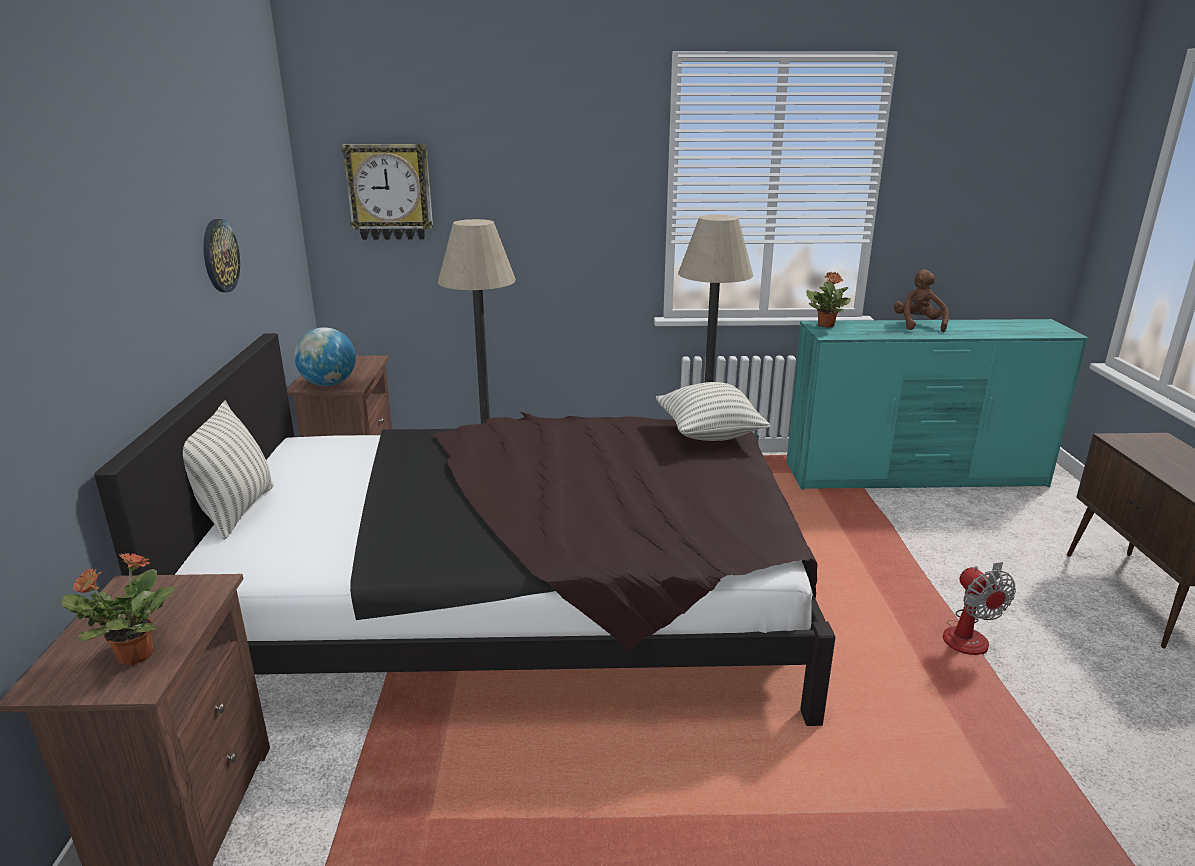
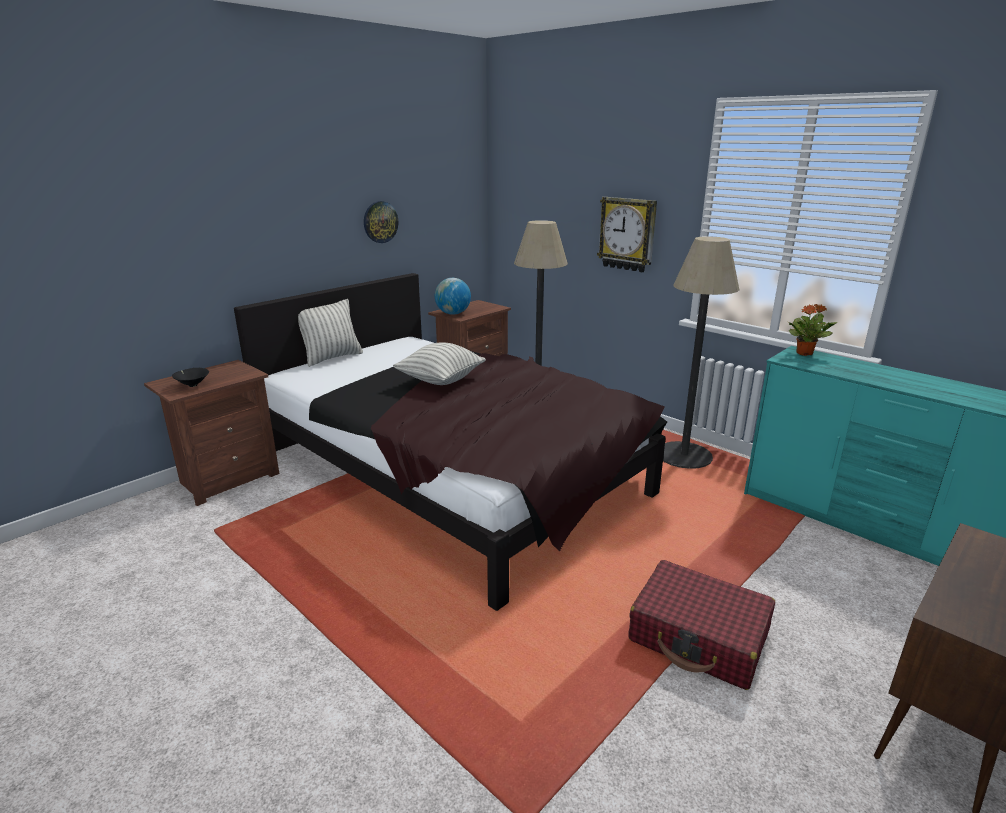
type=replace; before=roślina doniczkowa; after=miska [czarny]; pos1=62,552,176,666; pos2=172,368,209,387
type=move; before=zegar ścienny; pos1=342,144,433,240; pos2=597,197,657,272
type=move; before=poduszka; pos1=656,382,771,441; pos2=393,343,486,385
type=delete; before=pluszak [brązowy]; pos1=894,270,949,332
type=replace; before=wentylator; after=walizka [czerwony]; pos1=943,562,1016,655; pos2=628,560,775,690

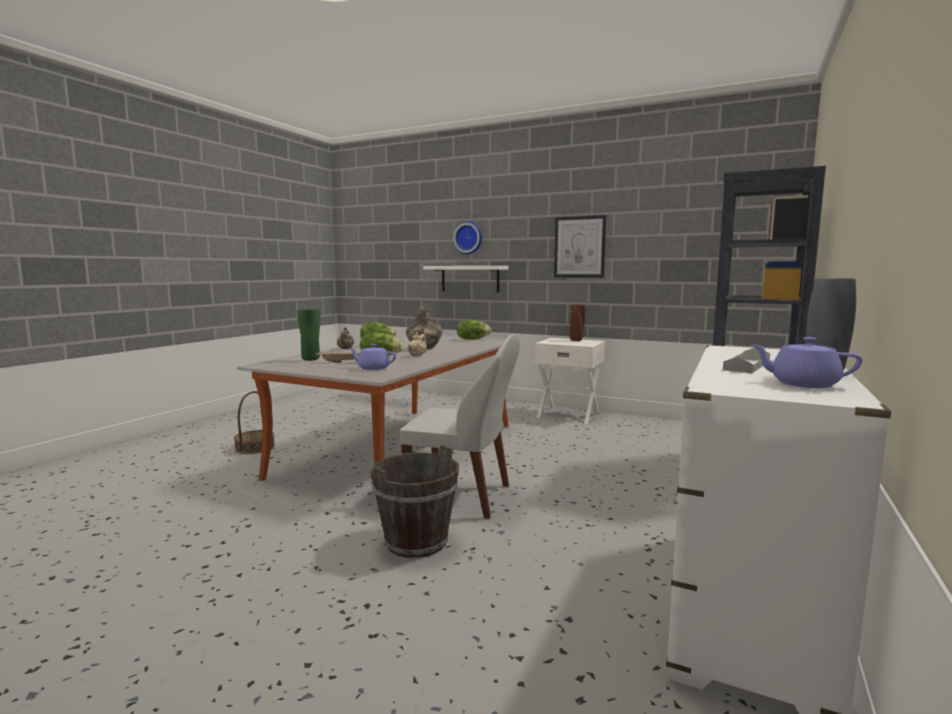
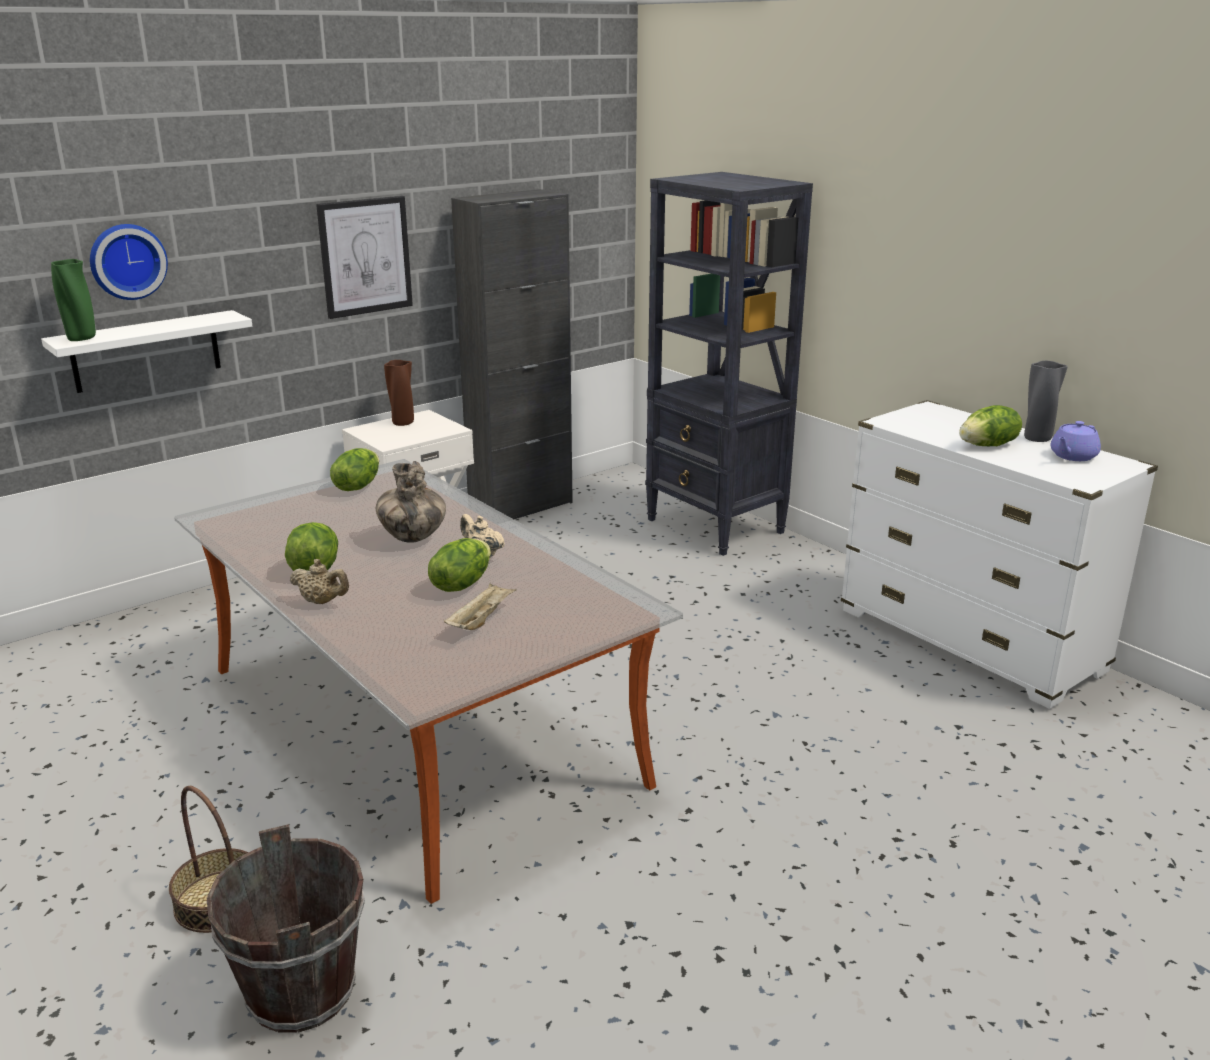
type=move; before=wazon [zielony]; pos1=297,309,320,361; pos2=51,259,96,341
type=delete; before=imbryk [fioletowy]; pos1=349,344,396,370
type=move; before=wiadro [brązowy]; pos1=370,445,459,558; pos2=207,824,365,1033
type=delete; before=krzesło [biały]; pos1=400,335,520,519
type=replace; before=taca [szary]; after=sałata; pos1=723,348,770,373; pos2=959,405,1022,446
type=insert; after=szafka [czarny]; pos2=451,189,573,519

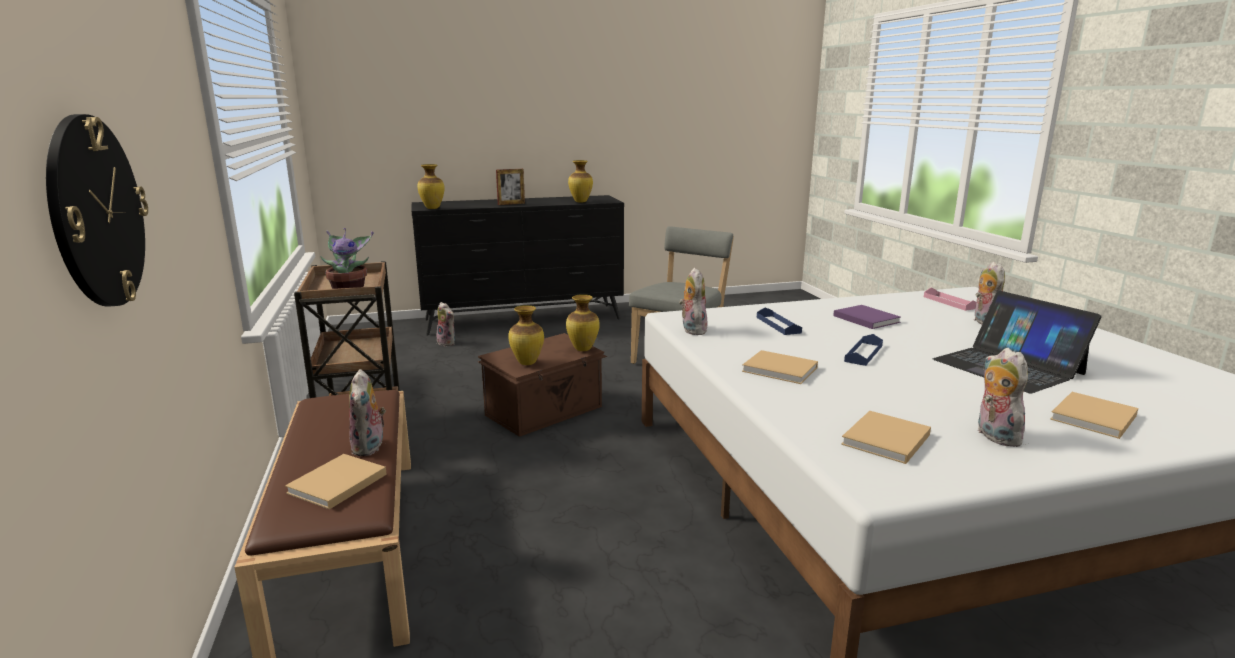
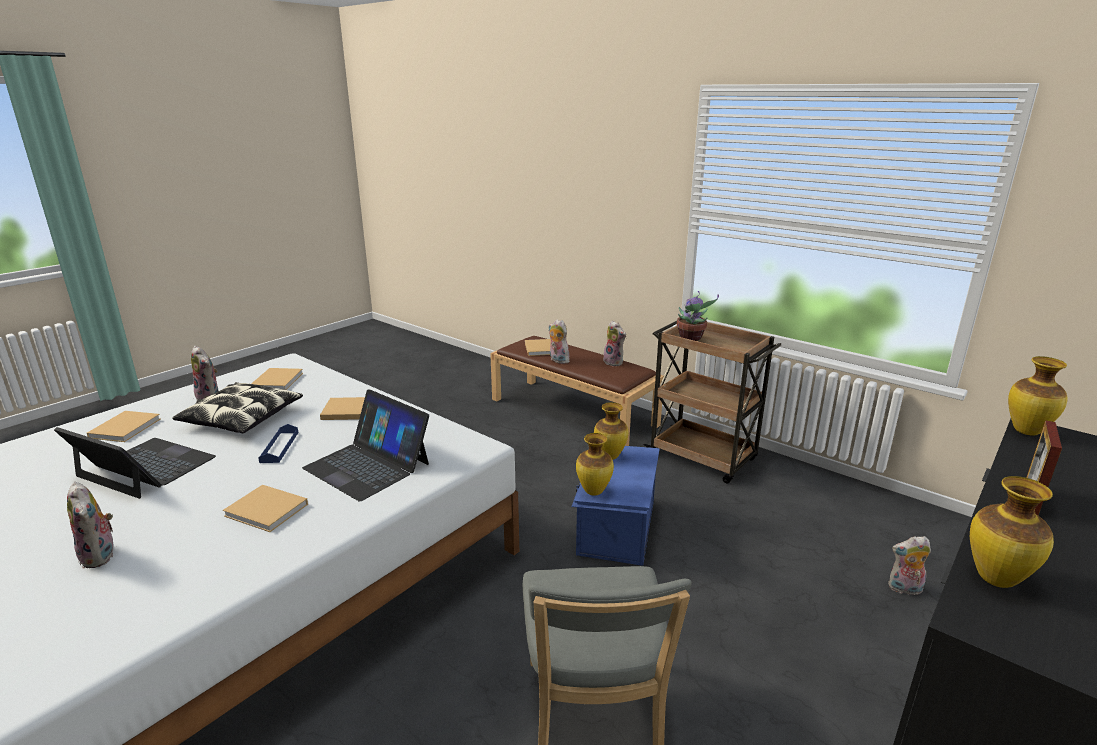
type=delete; before=zegar ścienny; pos1=46,114,148,306
type=recolor; before=pojemnik do przechowywania [brązowy]; after=pojemnik do przechowywania [niebieski]; pos1=478,333,607,437; pos2=571,446,660,566
type=move; before=pluszak; pos1=679,267,708,335; pos2=603,321,626,367
type=replace; before=taca [niebieski]; after=laptop; pos1=757,307,802,335; pos2=302,390,429,501
type=recolor; before=książka [fioletowy]; after=książka [beżowy]; pos1=833,305,900,329; pos2=223,485,308,532
type=delete; before=taca [różowy]; pos1=924,288,976,311
type=insert; after=poduszka; pos2=172,382,303,433

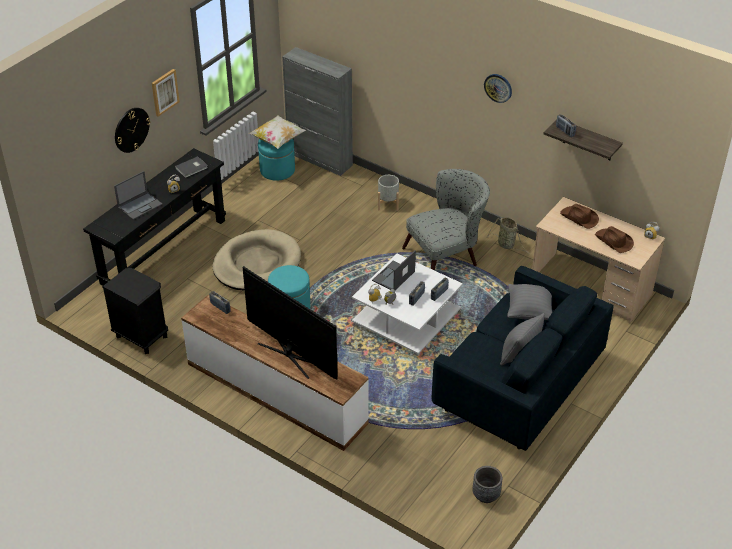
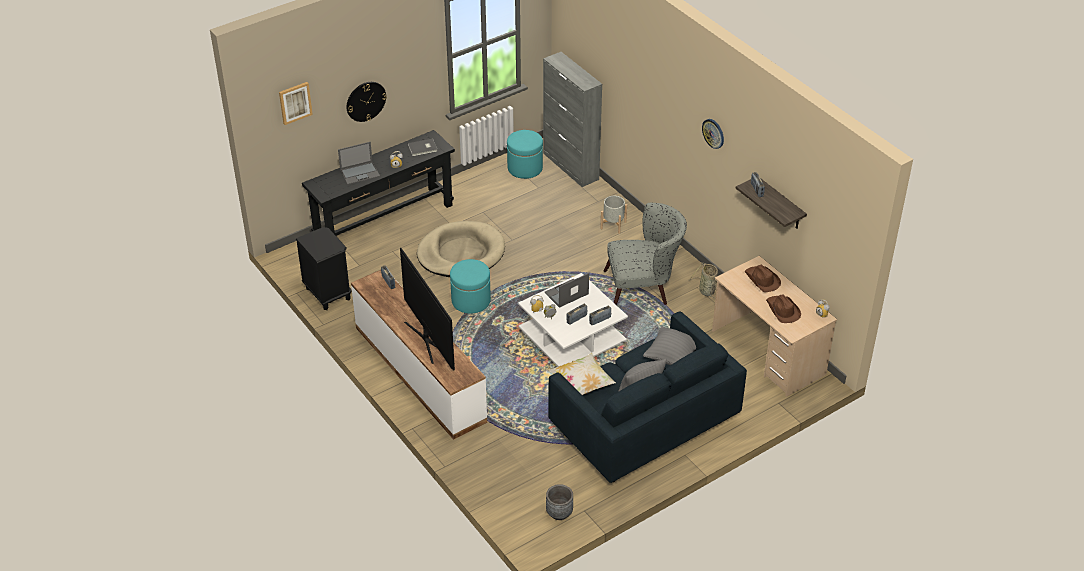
type=move; before=obraz; pos1=152,69,180,117; pos2=279,82,313,125
type=move; before=poduszka; pos1=249,116,306,149; pos2=548,353,616,395

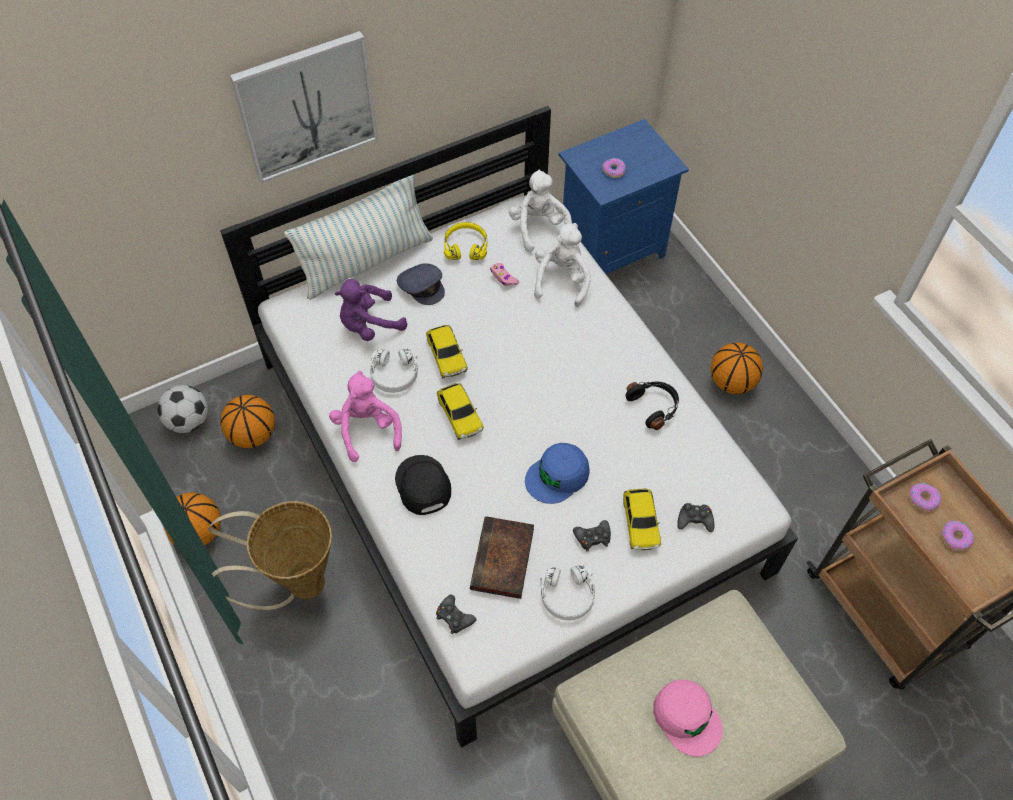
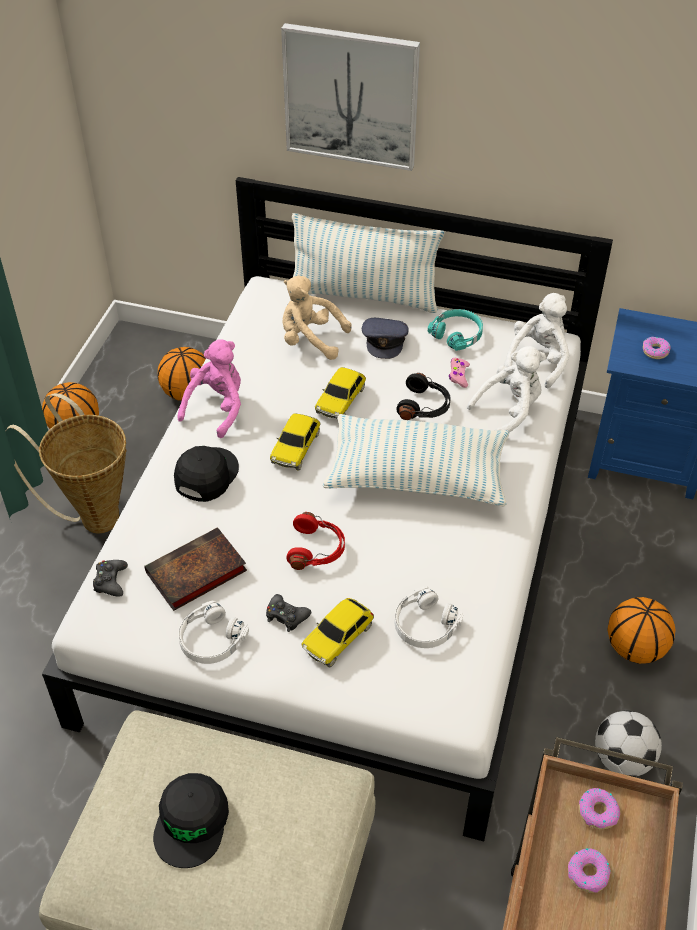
type=move; before=piłka futbolowa; pos1=157,385,208,433; pos2=595,711,662,777
type=recolor; before=pluszak [fioletowy]; after=pluszak [beżowy]; pos1=335,279,407,341; pos2=282,276,351,360
type=move; before=słuchawki [biały]; pos1=370,348,417,393; pos2=395,586,463,648
type=recolor; before=słuchawki [żółty]; after=słuchawki [turkusowy]; pos1=444,222,487,260; pos2=428,309,483,351
type=replace; before=czapka z daszkiem [niebieski]; after=słuchawki [czerwony]; pos1=525,443,590,504; pos2=286,512,345,570
type=move; before=słuchawki [czarny]; pos1=626,381,679,430; pos2=396,373,451,420
type=recolor; before=czapka z daszkiem [różowy]; after=czapka z daszkiem [czarny]; pos1=653,680,723,757; pos2=153,773,229,868
type=delete; before=pad do gier [czarny]; pos1=677,503,714,532
type=insert; after=poduszka; pos2=323,414,509,506

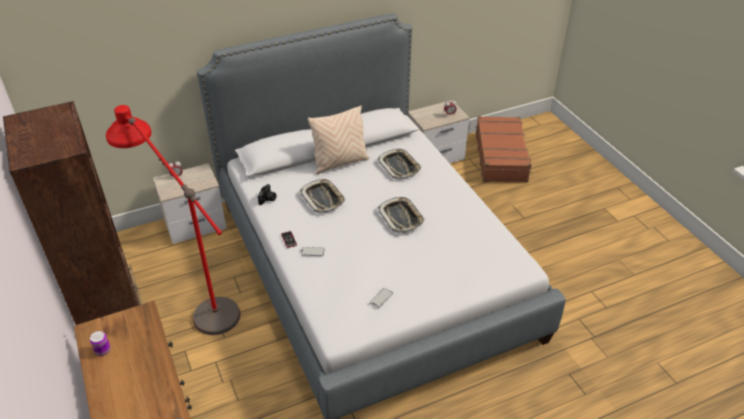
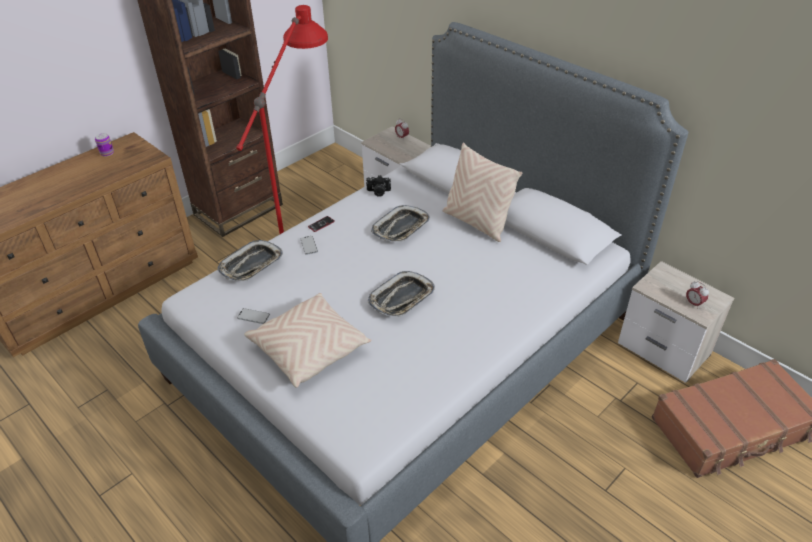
type=move; before=taca; pos1=378,149,422,180; pos2=217,240,283,281
type=insert; after=poduszka [beżowy]; pos2=244,293,371,388

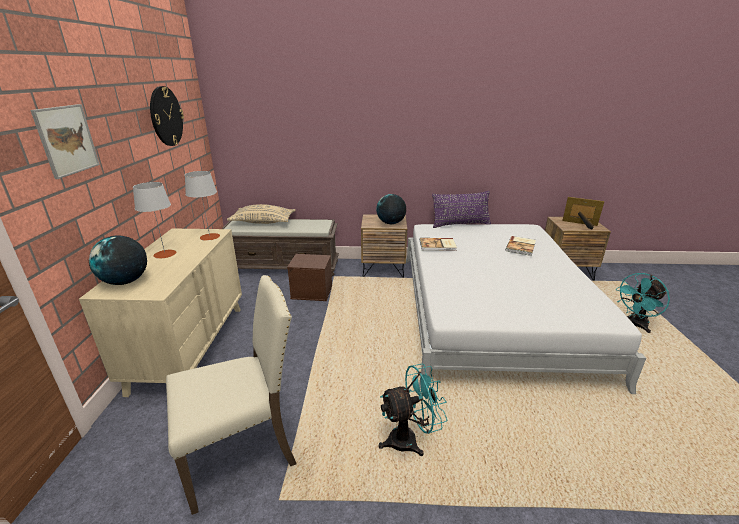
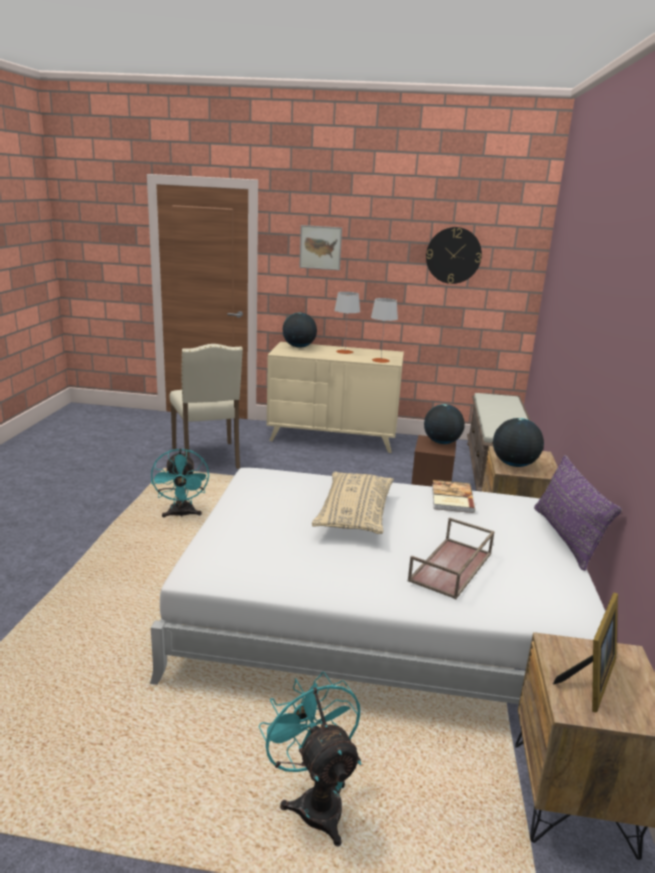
type=move; before=poduszka [beżowy]; pos1=227,204,295,224; pos2=312,472,394,534
type=replace; before=książka; after=taca [brązowy]; pos1=505,236,536,256; pos2=408,517,495,599
type=insert; after=globus; pos2=424,404,465,444

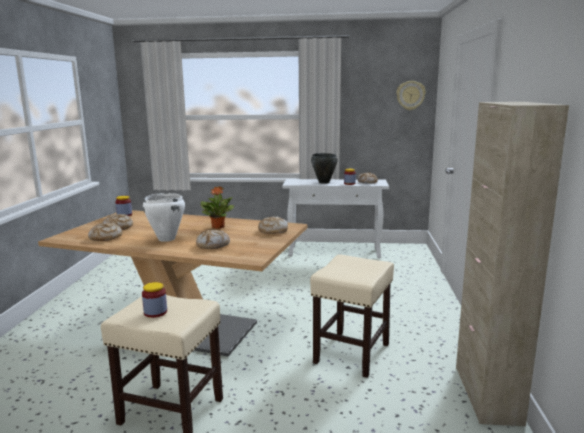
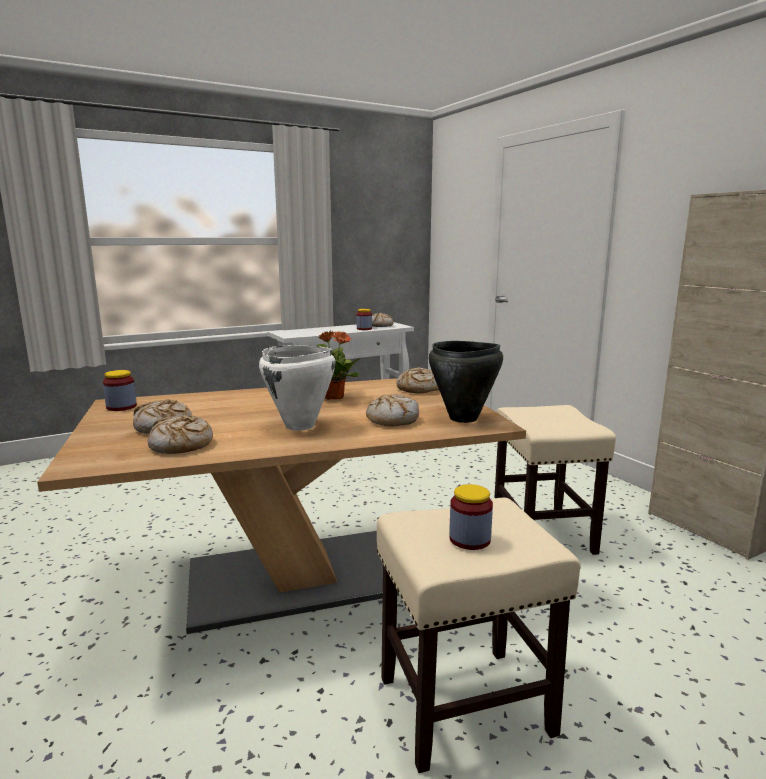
type=move; before=garnek [czarny]; pos1=311,153,338,184; pos2=429,341,503,423
type=delete; before=zegar ścienny; pos1=396,81,426,110

